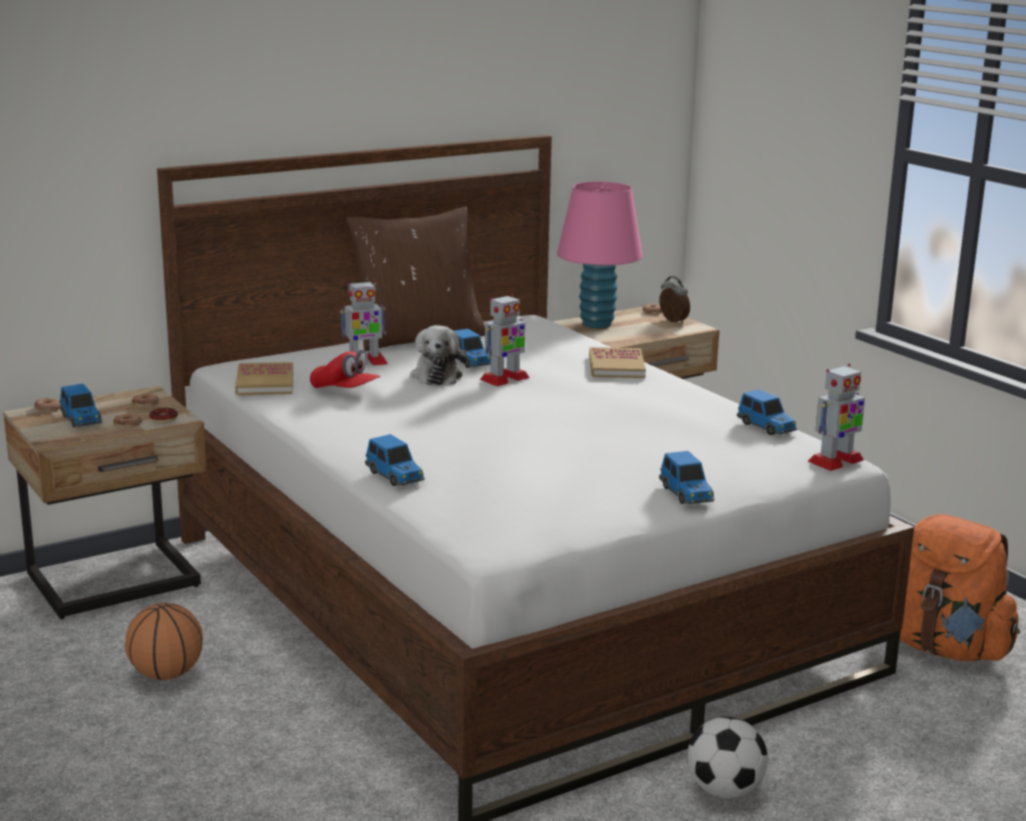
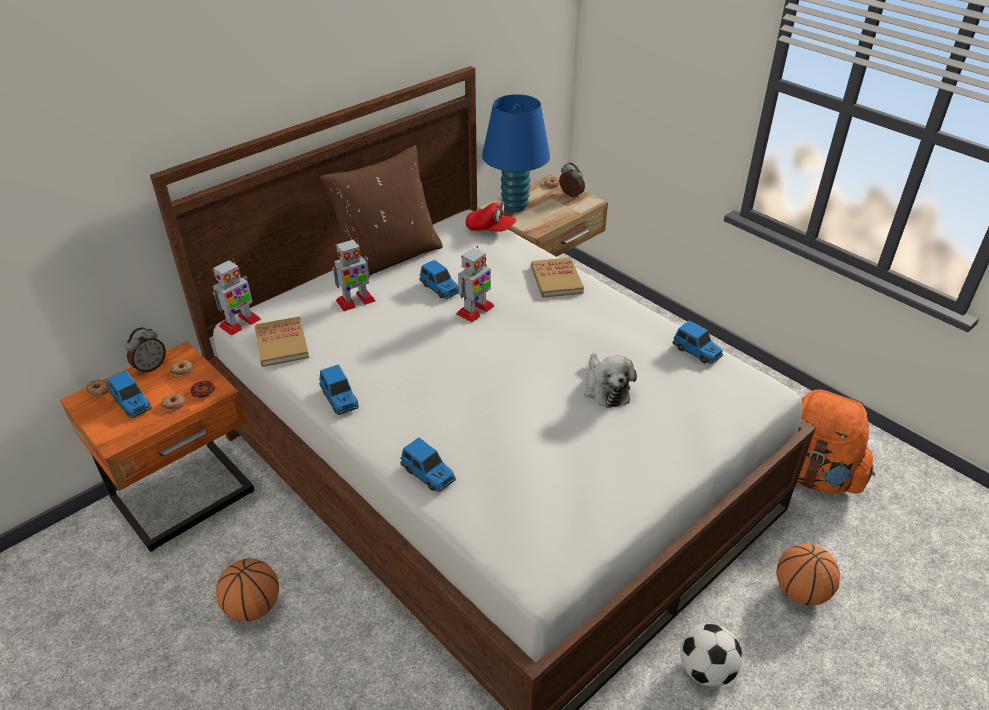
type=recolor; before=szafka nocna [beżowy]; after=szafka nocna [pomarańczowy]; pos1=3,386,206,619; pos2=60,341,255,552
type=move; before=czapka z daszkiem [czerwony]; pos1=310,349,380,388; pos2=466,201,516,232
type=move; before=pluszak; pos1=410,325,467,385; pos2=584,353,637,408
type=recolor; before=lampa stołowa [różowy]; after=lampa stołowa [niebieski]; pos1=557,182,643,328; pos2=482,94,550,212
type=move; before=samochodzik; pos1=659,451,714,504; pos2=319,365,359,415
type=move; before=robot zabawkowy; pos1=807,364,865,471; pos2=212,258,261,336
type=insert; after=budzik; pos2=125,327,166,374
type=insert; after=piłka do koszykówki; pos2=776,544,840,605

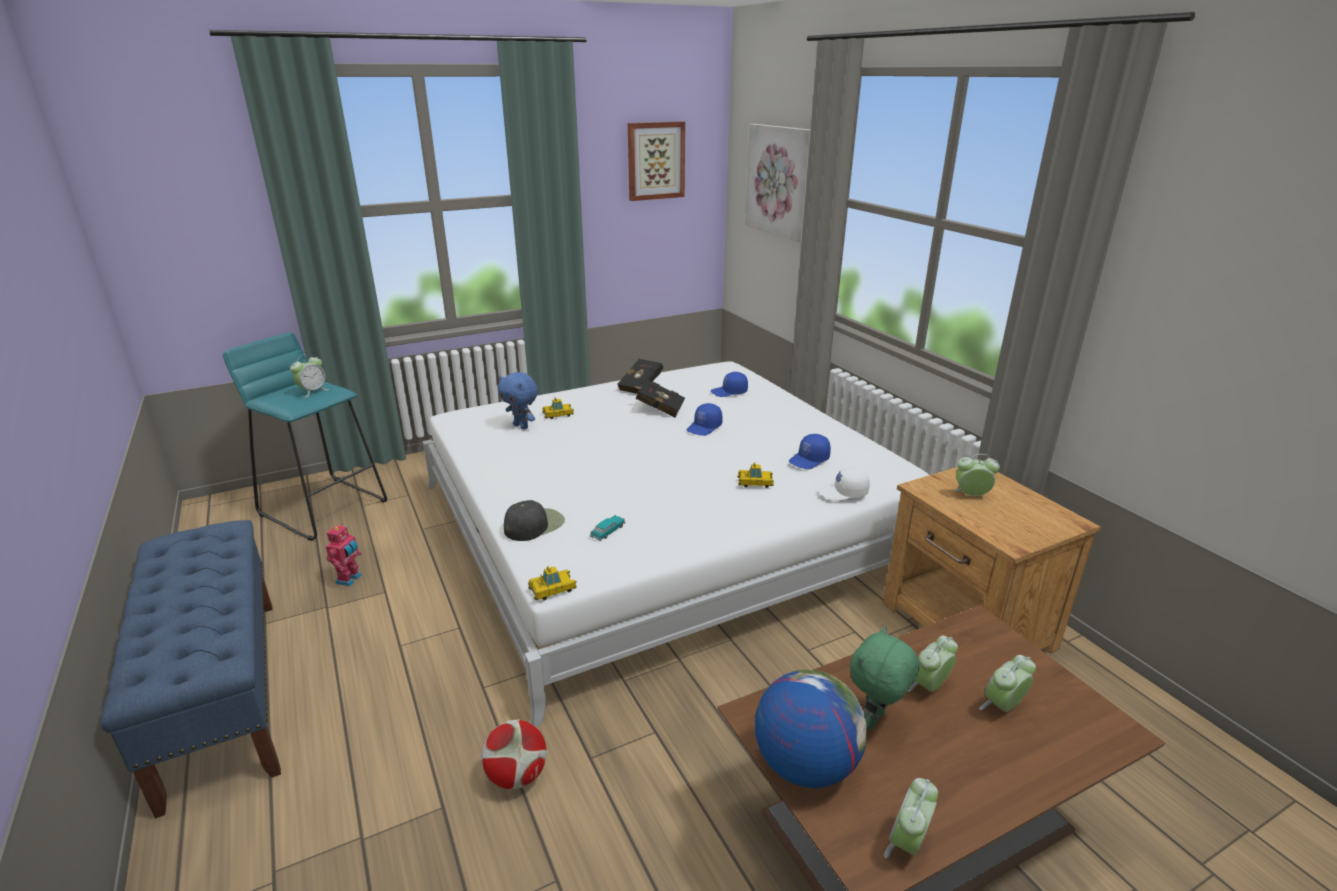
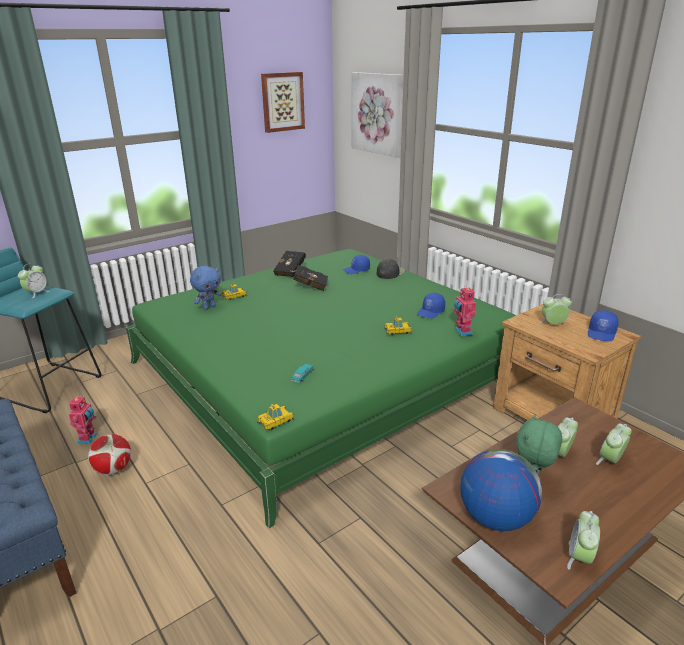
type=recolor; before=łóżko [biały]; after=łóżko [zielony]; pos1=423,361,929,727; pos2=126,249,516,528
type=move; before=piłka futbolowa; pos1=481,720,547,790; pos2=88,434,131,475
type=rotate; before=pluszak [niebieski]; pos1=498,372,538,429; pos2=190,266,221,310; turn=-75
type=move; before=czapka z daszkiem [czarny]; pos1=504,500,565,541; pos2=377,259,405,279
type=move; before=czapka z daszkiem [niebieski]; pos1=687,403,722,436; pos2=588,310,619,342
type=replace; before=czapka z daszkiem [biały]; after=robot zabawkowy; pos1=819,466,870,501; pos2=453,287,476,336

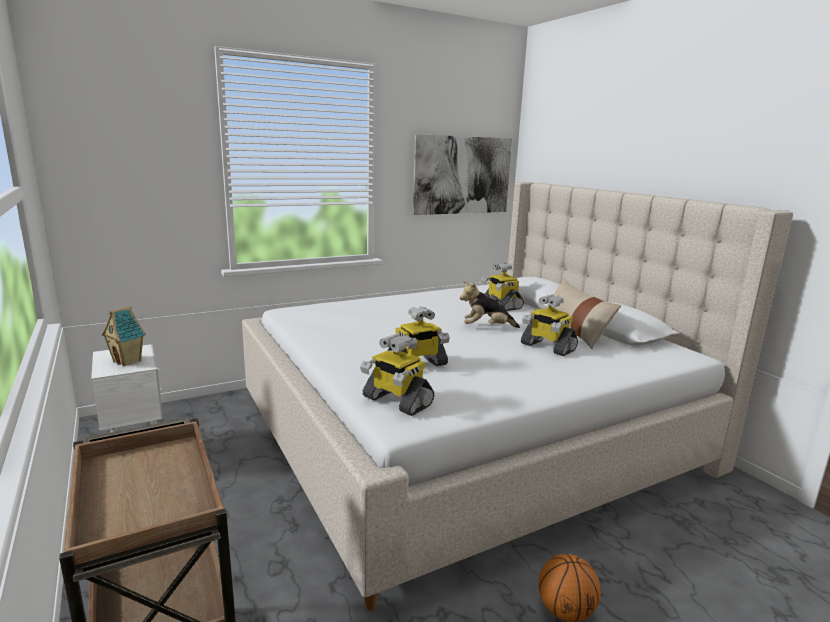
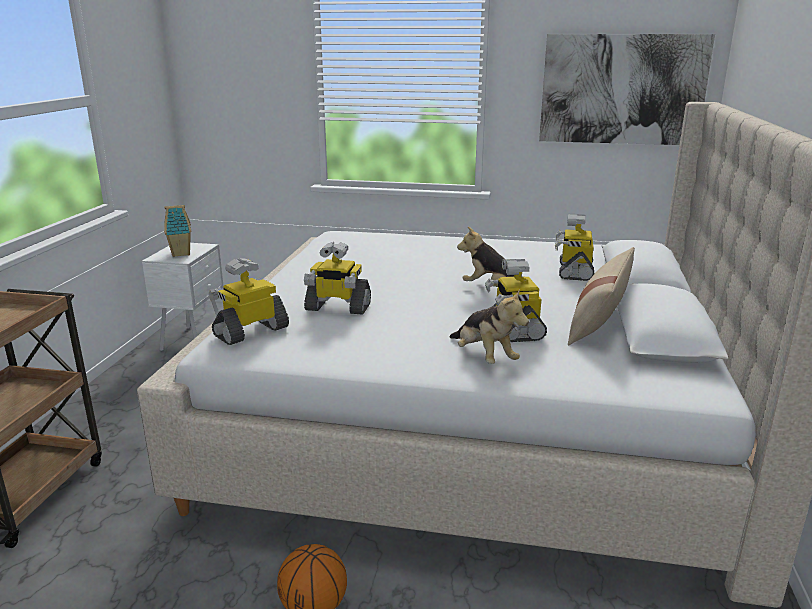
type=rotate; before=robot zabawkowy; pos1=360,334,434,416; pos2=209,258,289,345; turn=60
type=insert; after=pluszak; pos2=449,289,529,364

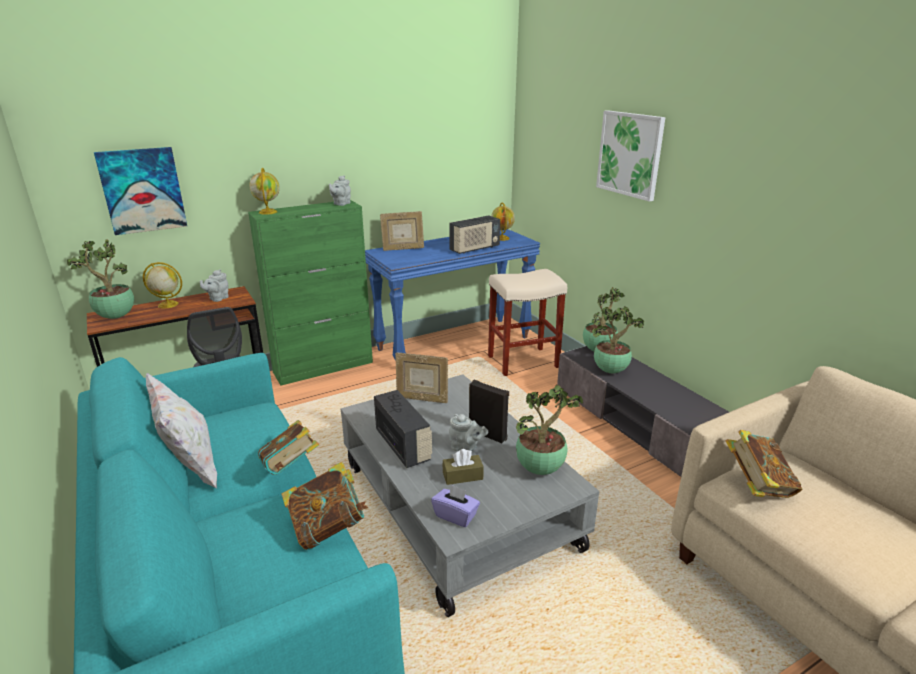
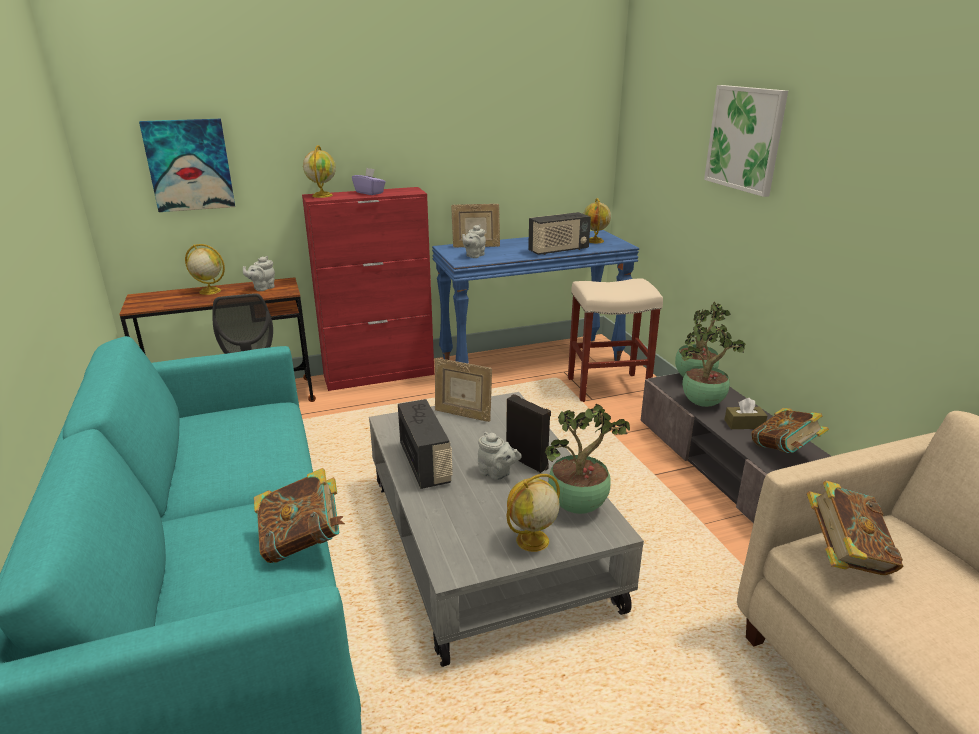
type=delete; before=roślina doniczkowa; pos1=67,239,134,319
type=delete; before=poduszka [biały]; pos1=146,373,217,488
type=recolor; before=szafka [zielony]; after=szafka [czerwony]; pos1=248,200,373,385; pos2=302,187,434,391
type=move; before=książka; pos1=258,420,319,475; pos2=751,408,829,453
type=move; before=imbryk [szary]; pos1=329,175,351,206; pos2=462,225,486,258
type=move; before=pudełko chusteczek [fioletowy]; pos1=431,484,480,527; pos2=352,168,386,195
type=move; before=pudełko chusteczek [brązowy]; pos1=443,449,484,485; pos2=724,398,767,429
type=insert; after=globus; pos2=507,474,560,552

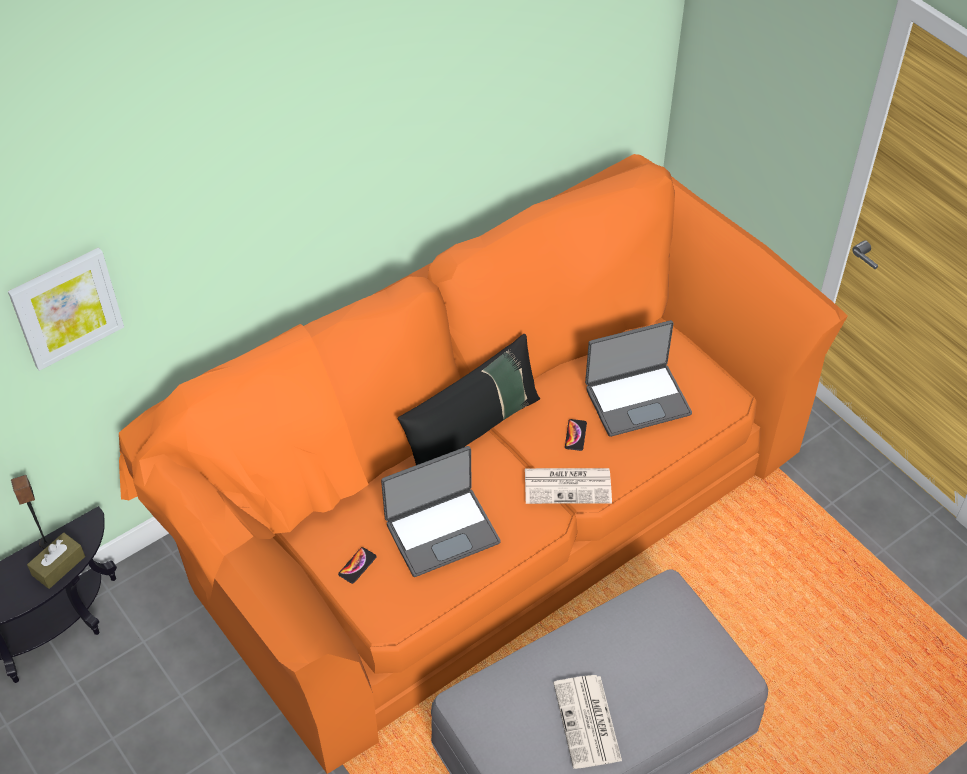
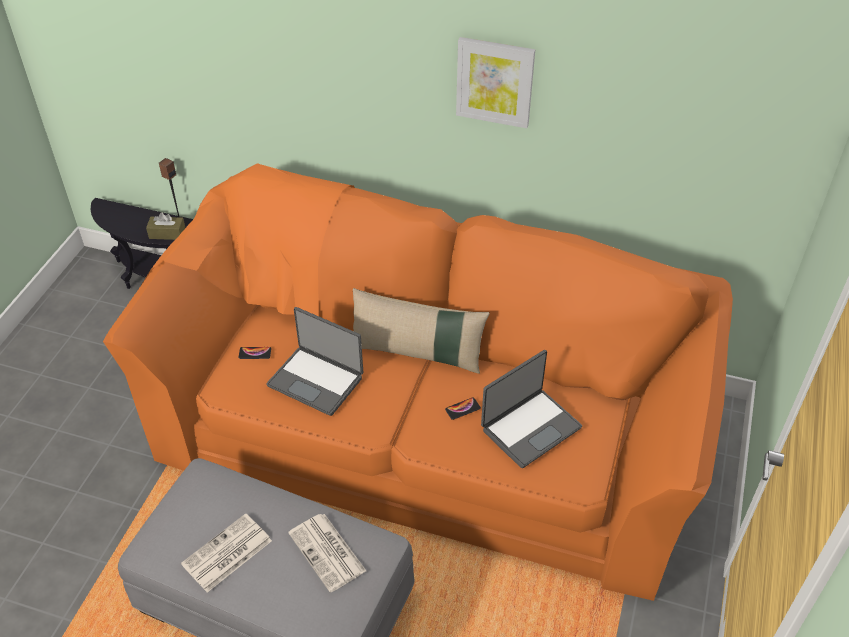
type=move; before=obraz; pos1=8,248,124,371; pos2=456,37,535,128
type=recolor; before=poduszka [czarny]; after=poduszka [beżowy]; pos1=398,334,540,465; pos2=353,288,490,374
type=move; before=gazeta; pos1=525,468,612,504; pos2=288,514,366,592
type=rotate; before=laptop; pos1=585,320,692,437; pos2=481,350,582,468; turn=-75

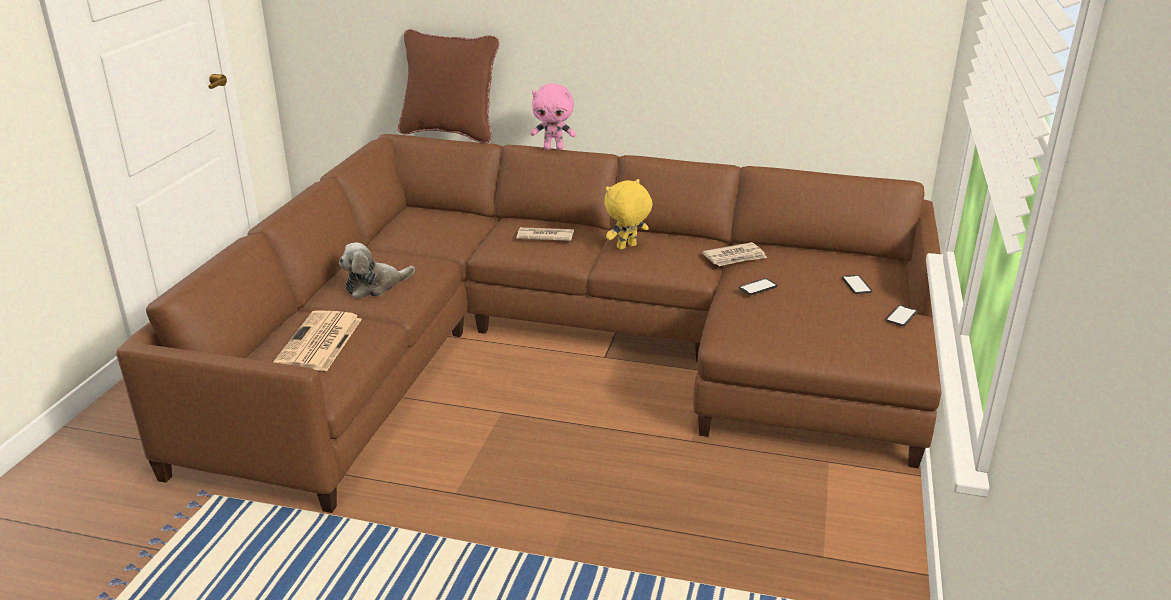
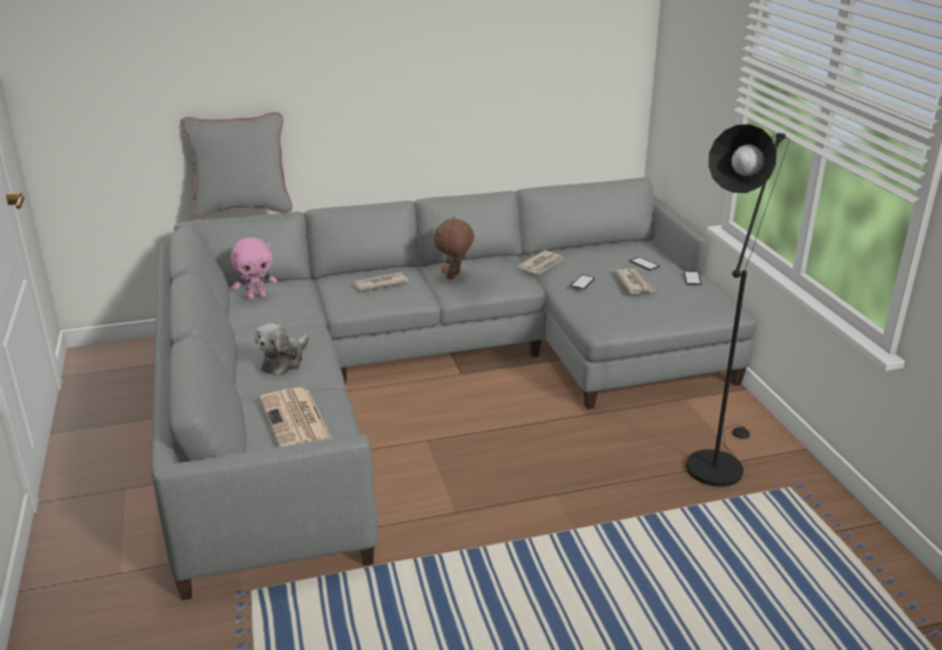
type=recolor; before=kanapa [brązowy]; after=kanapa [szary]; pos1=116,134,941,513; pos2=151,178,757,600
type=recolor; before=poduszka [brązowy]; after=poduszka [szary]; pos1=398,29,499,143; pos2=181,112,293,220
type=move; before=pluszak [różowy]; pos1=530,83,576,150; pos2=231,237,277,300
type=recolor; before=pluszak [żółty]; after=pluszak [brązowy]; pos1=604,179,653,250; pos2=434,217,474,280
type=insert; after=gazeta; pos2=615,269,656,293
type=insert; after=lampa stojąca [czarny]; pos2=686,124,790,487

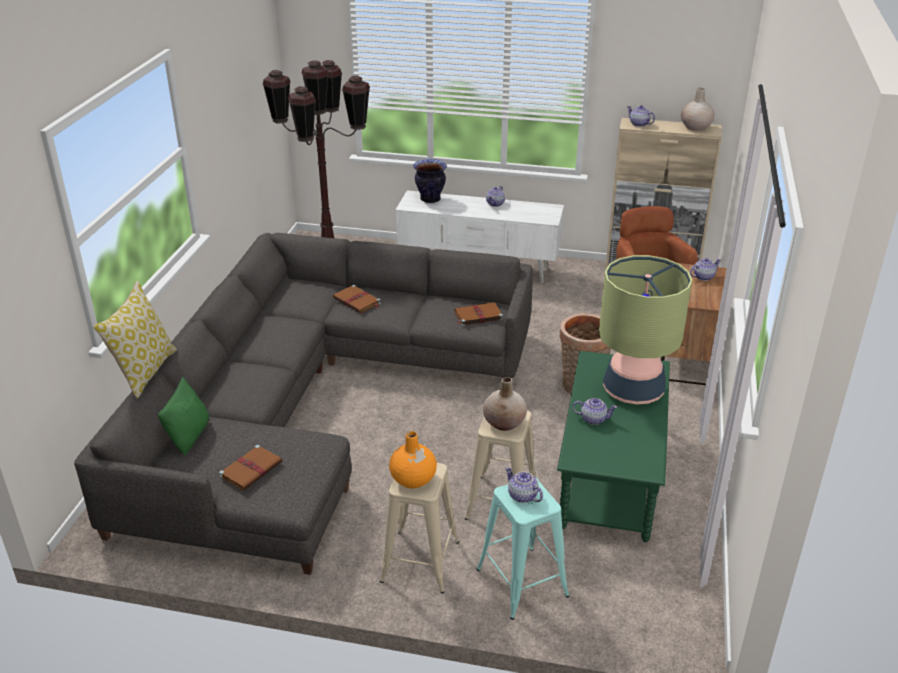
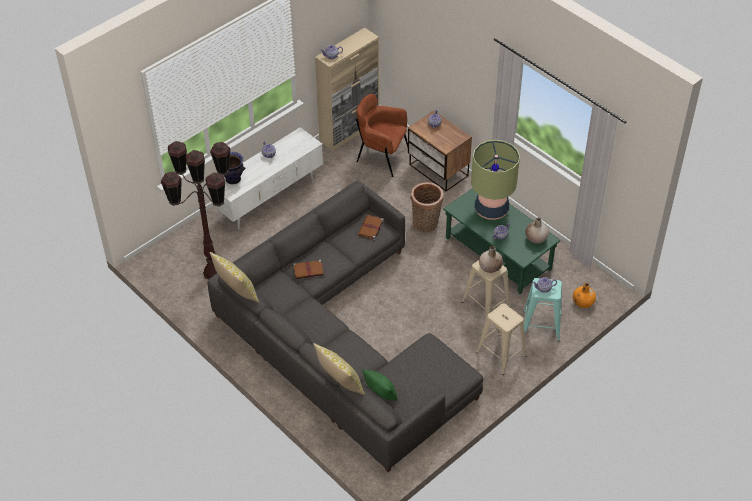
type=delete; before=książka [brązowy]; pos1=219,445,282,491
type=move; before=wazon [pomarańczowy]; pos1=389,431,437,488; pos2=573,283,596,308
type=move; before=wazon [beżowy]; pos1=681,88,714,131; pos2=525,217,549,244
type=insert; after=poduszka; pos2=209,252,259,303

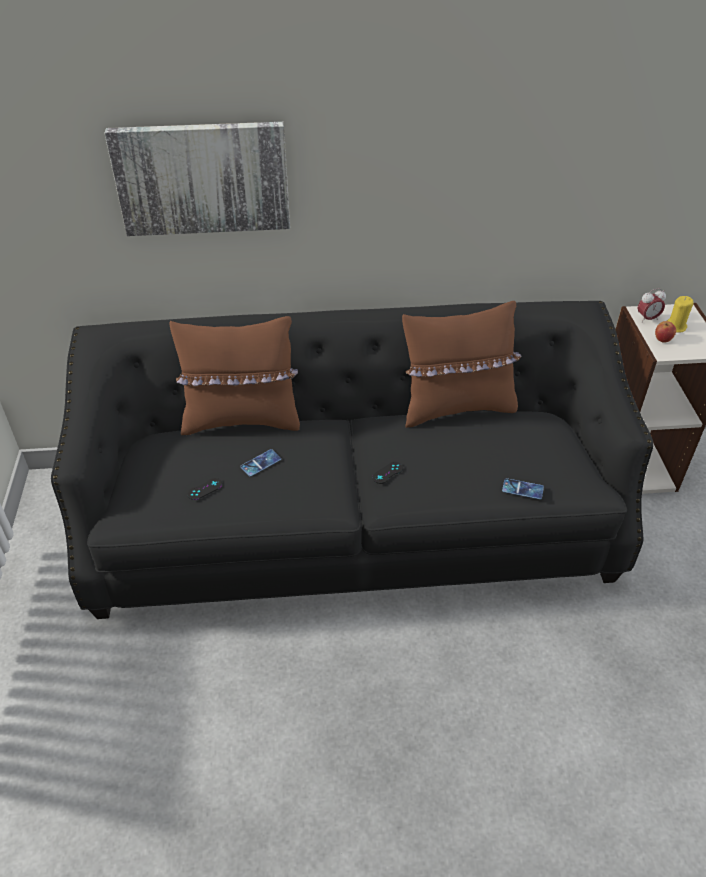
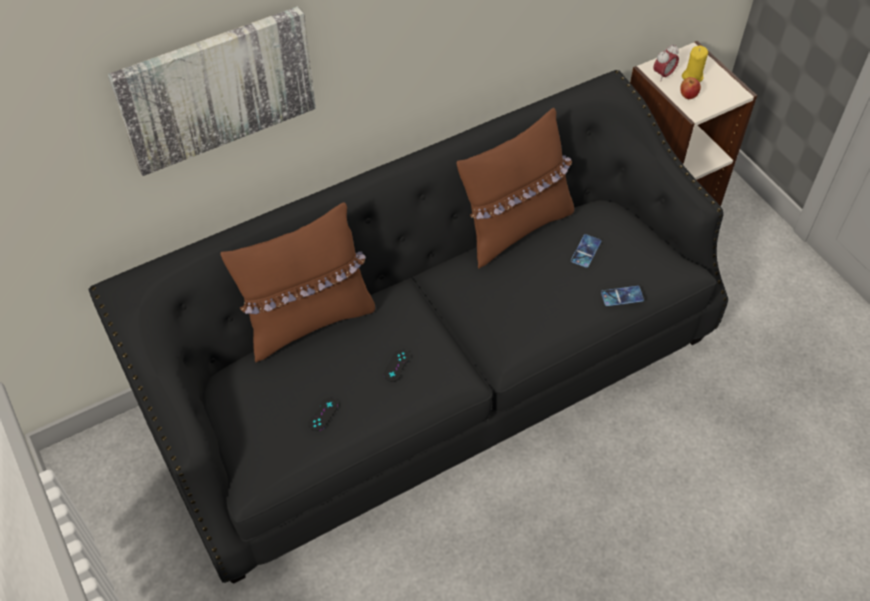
type=move; before=telefon; pos1=240,449,281,477; pos2=571,234,601,268
type=move; before=pad do gier [czarny]; pos1=372,462,403,484; pos2=384,350,410,382

